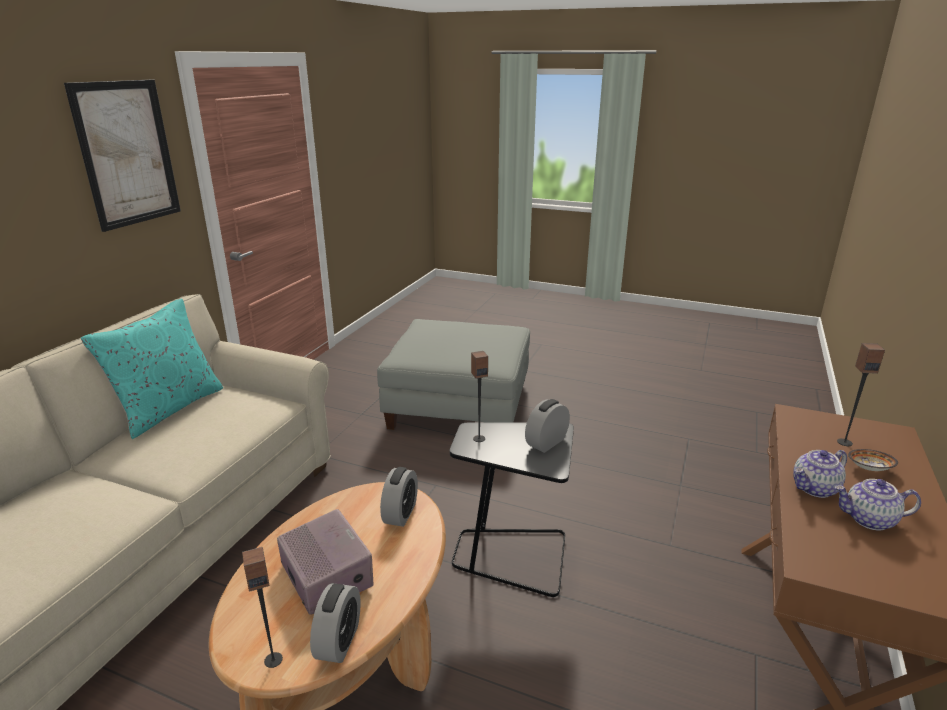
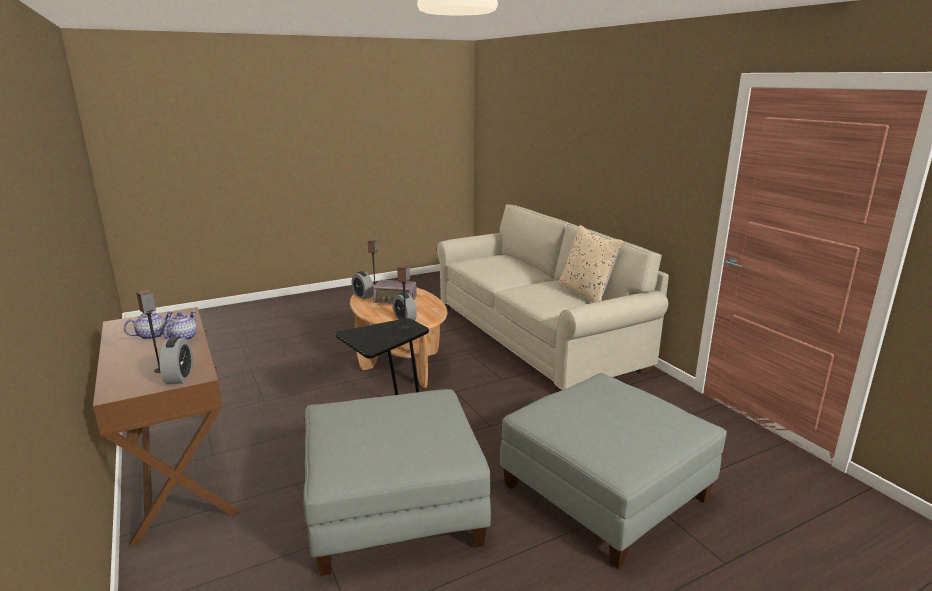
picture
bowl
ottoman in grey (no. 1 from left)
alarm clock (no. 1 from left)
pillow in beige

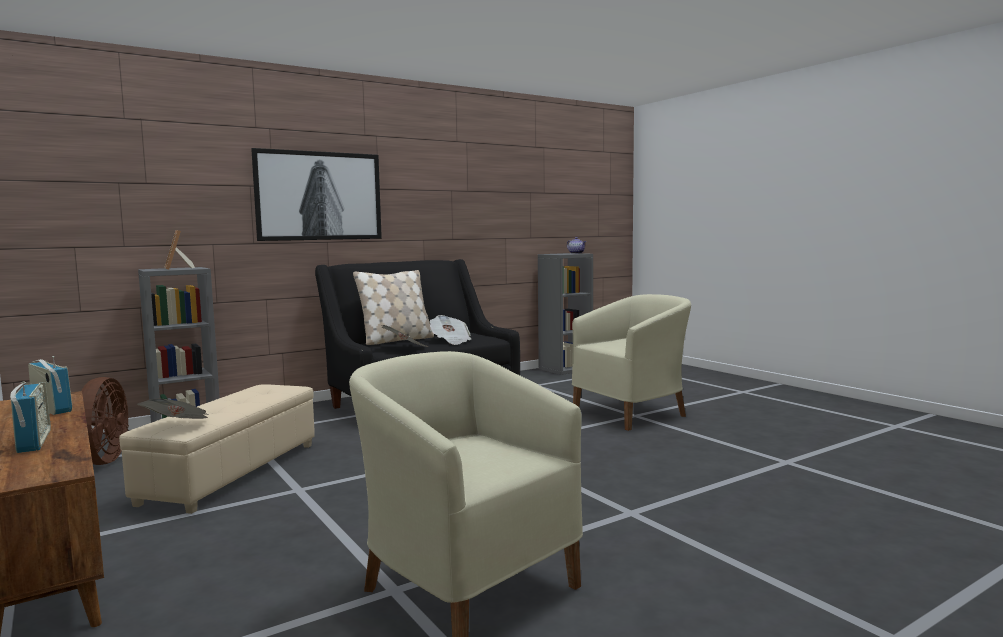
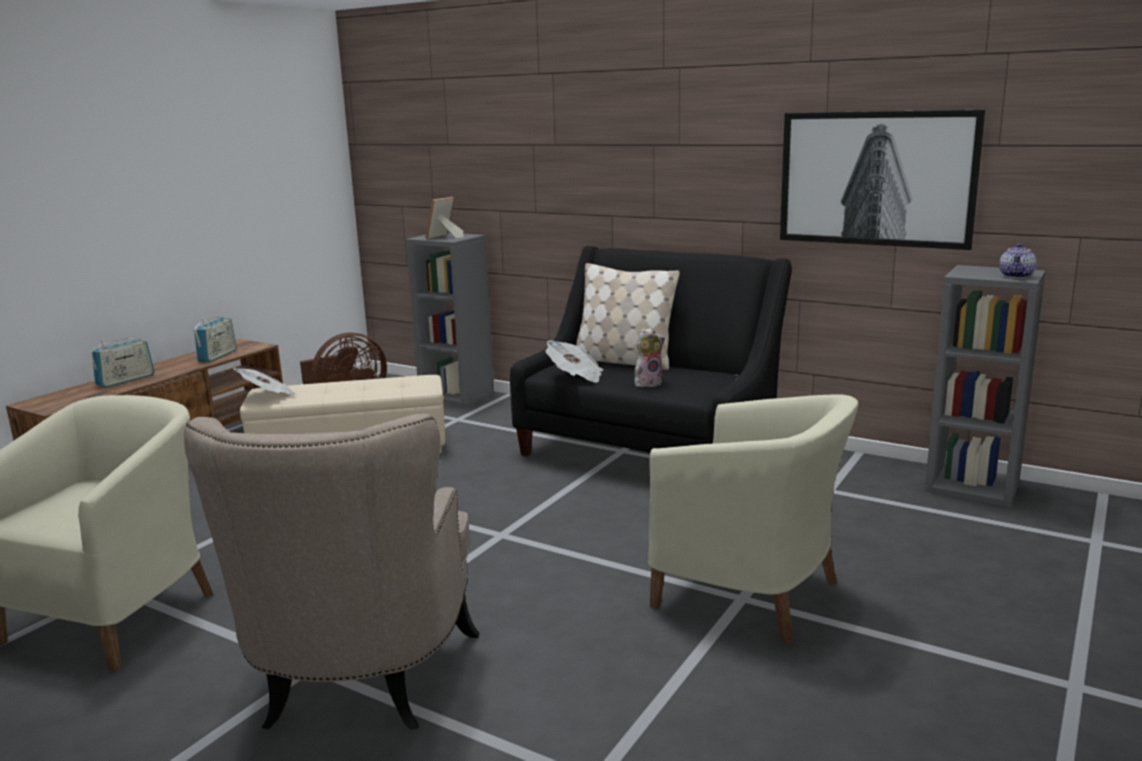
armchair in beige (no. 2 from left)
picture
plush toy

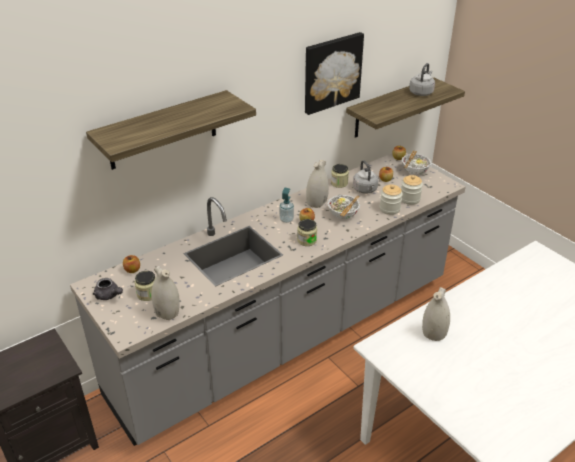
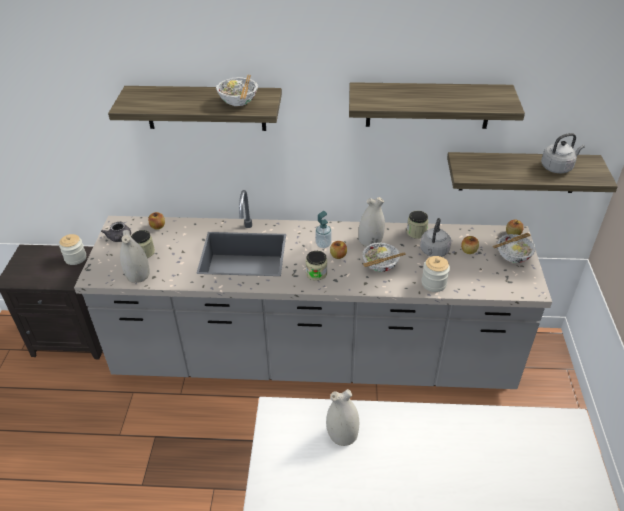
bowl (no. 1 from left)
jar (no. 1 from left)
shelf (no. 2 from left)

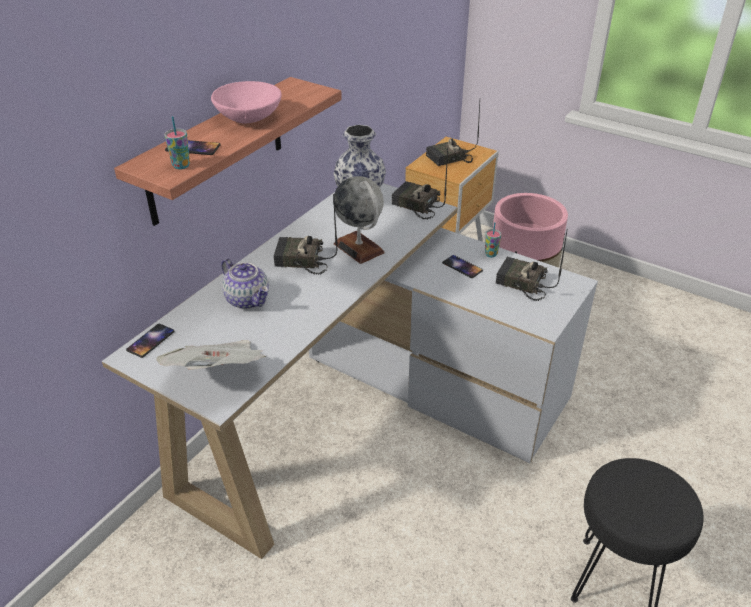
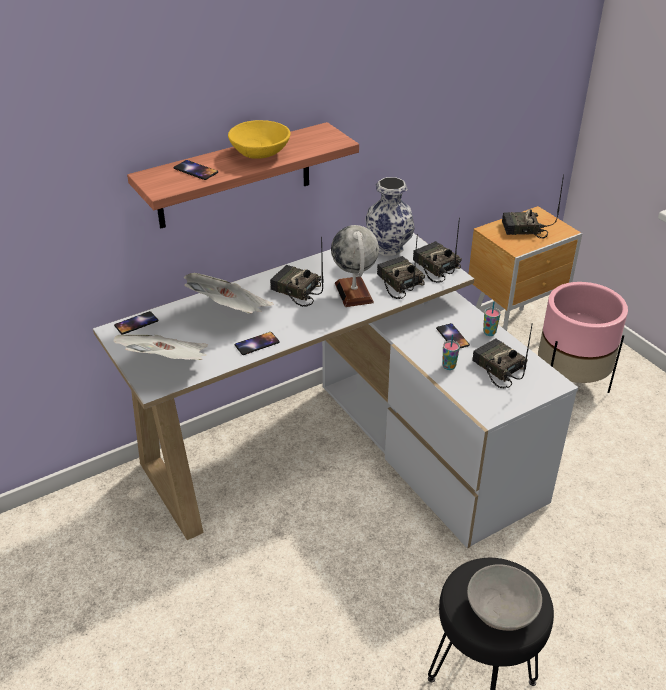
phone (no. 3 from left)
radio (no. 2 from left)
bowl in grey
cup (no. 1 from left)
newspaper (no. 2 from left)
bowl in yellow

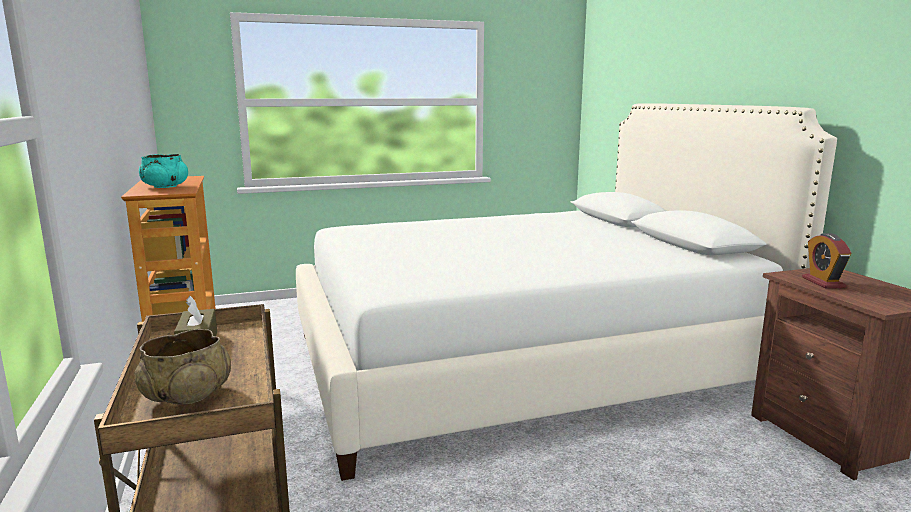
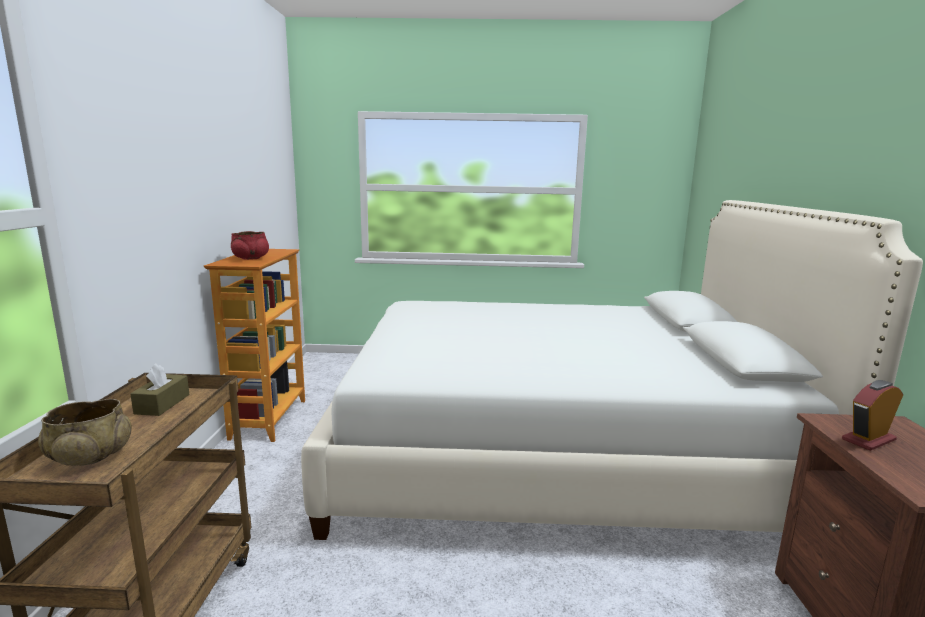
bowl in red
alarm clock

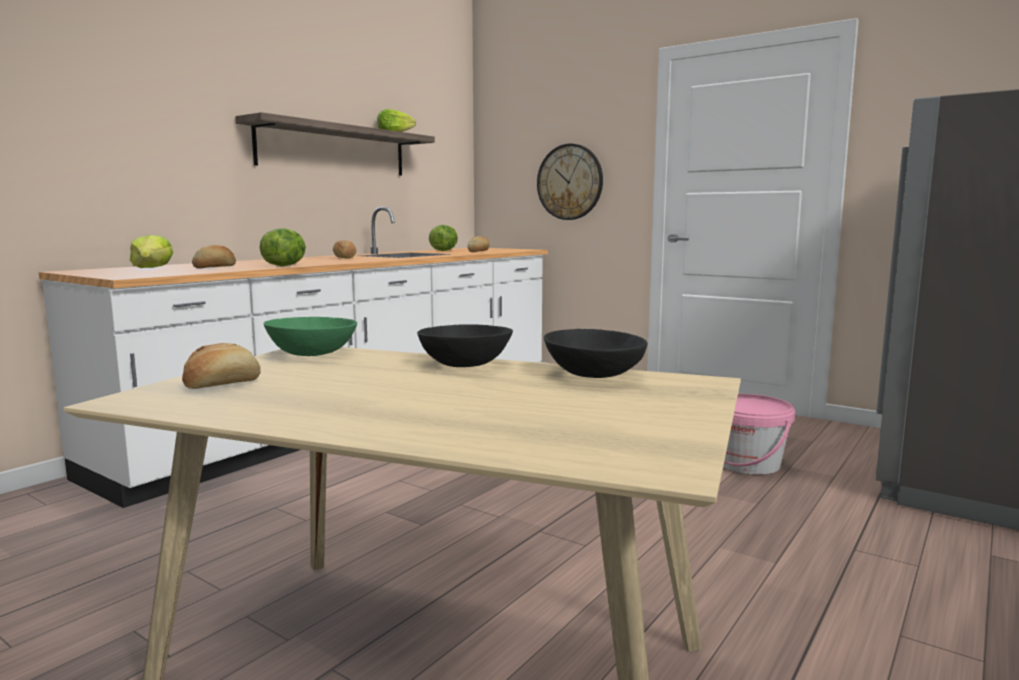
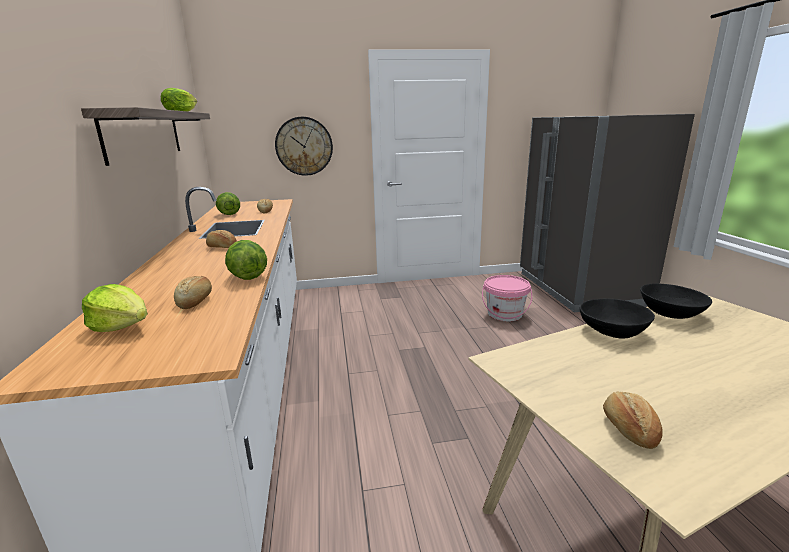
bowl in green

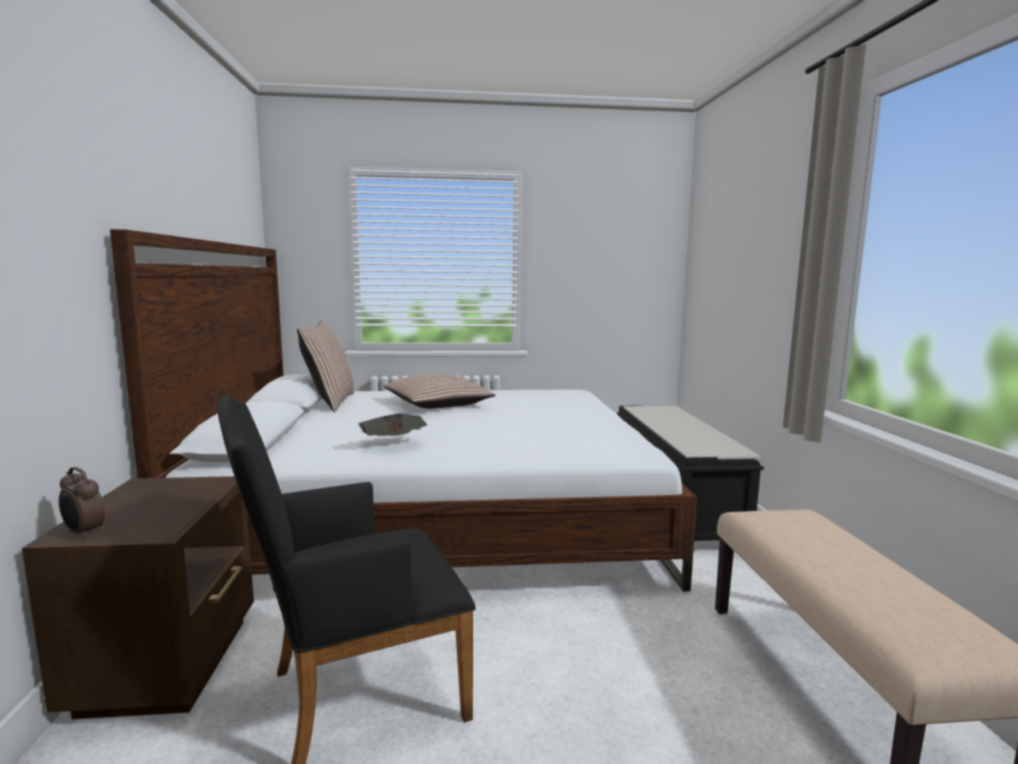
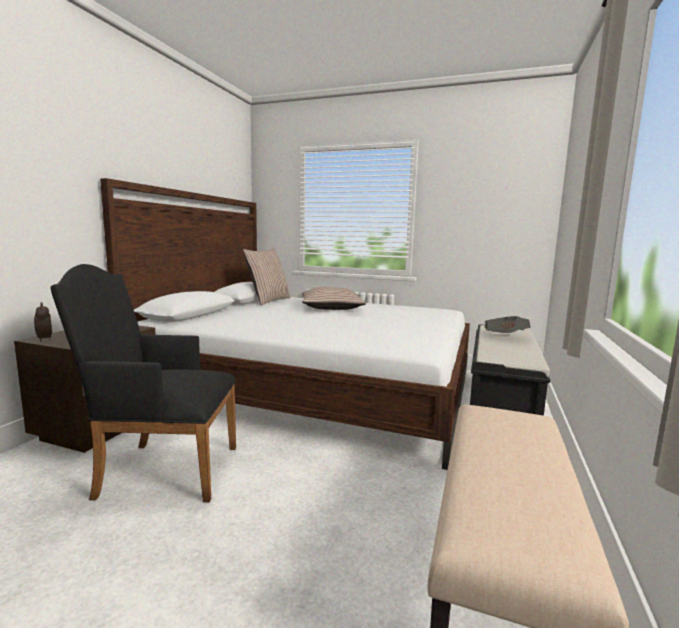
newspaper

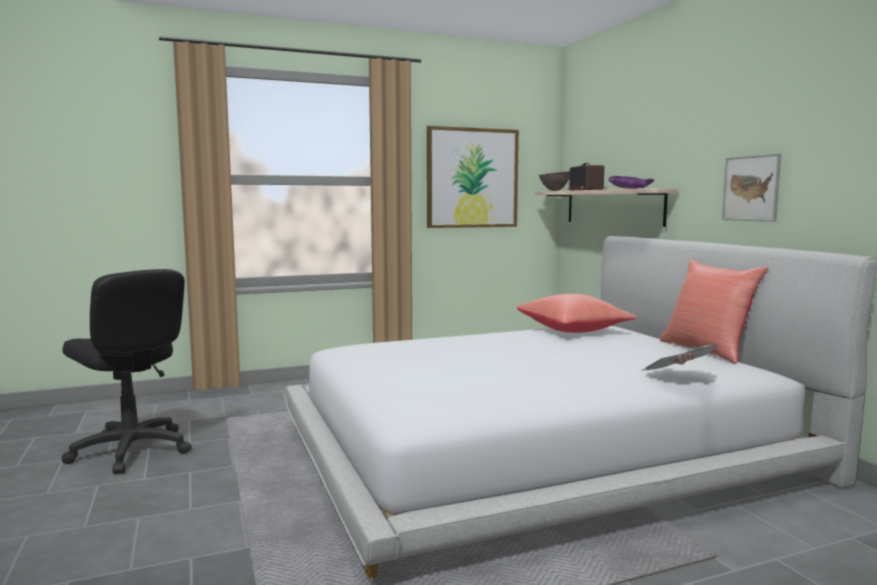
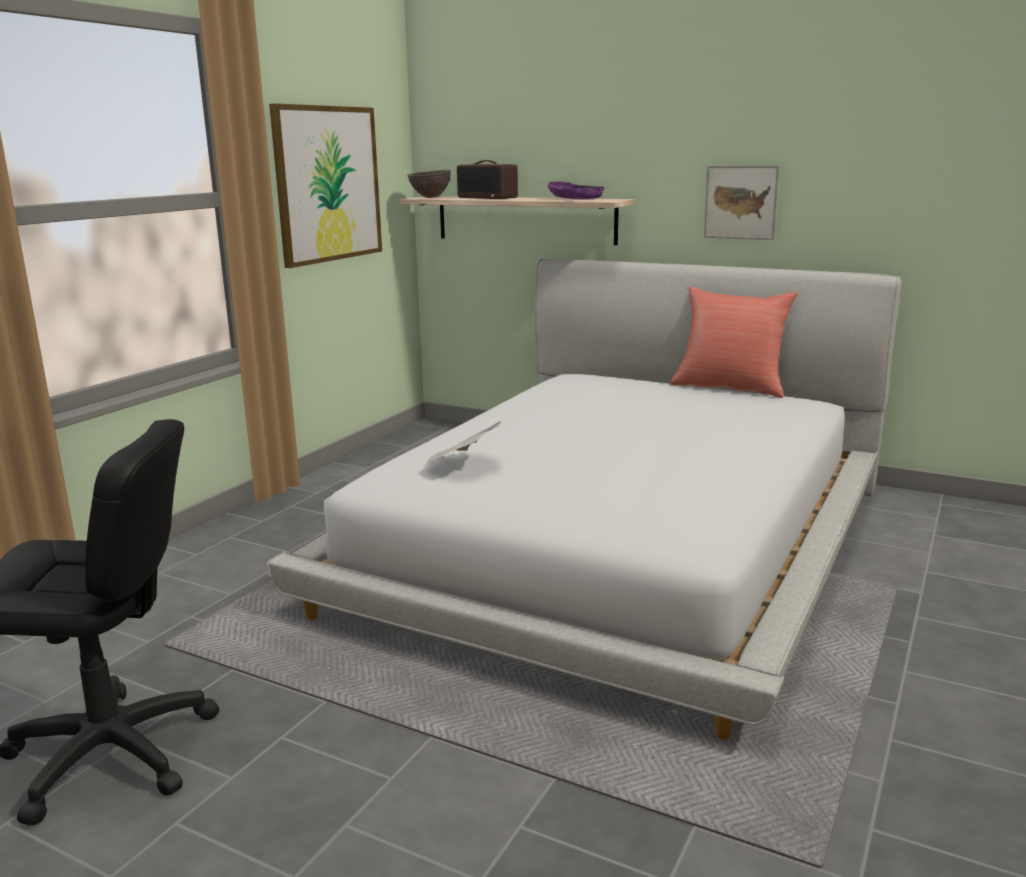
pillow in red (no. 1 from left in the first image)
newspaper

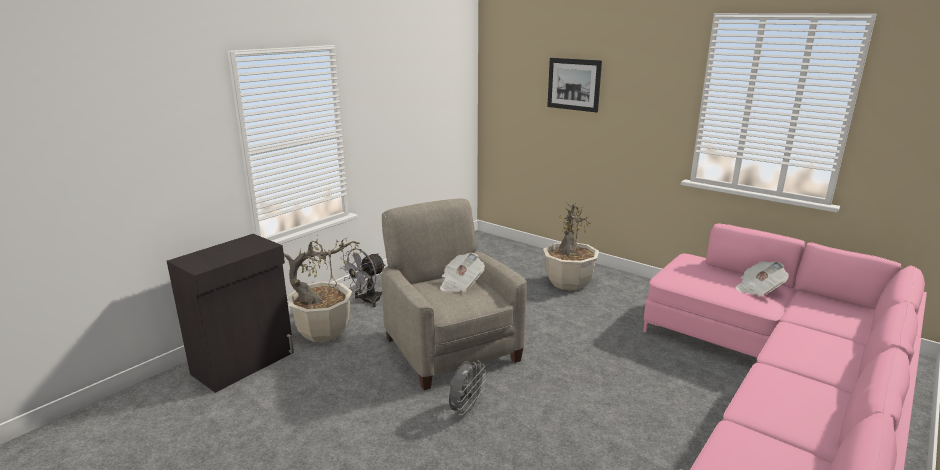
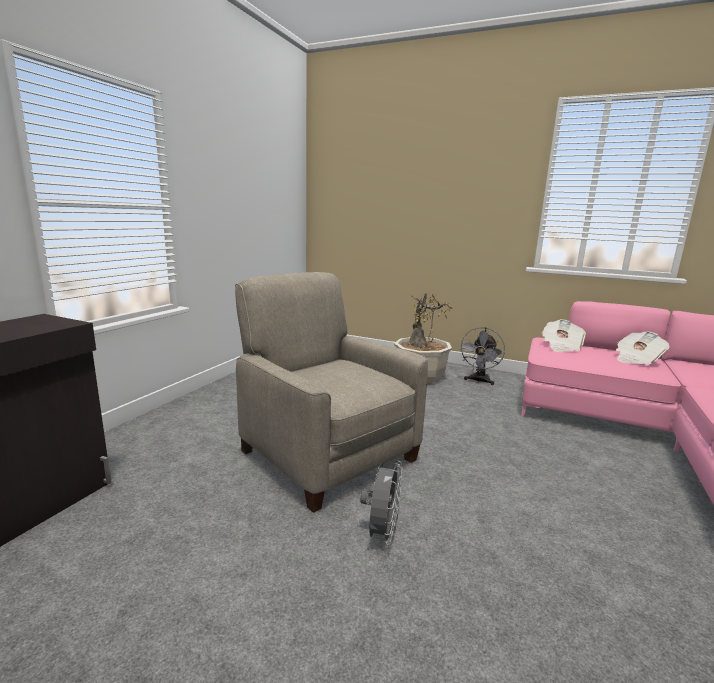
potted plant (no. 1 from left in the first image)
picture
fan in grey (no. 2 from left)
newspaper (no. 1 from left)

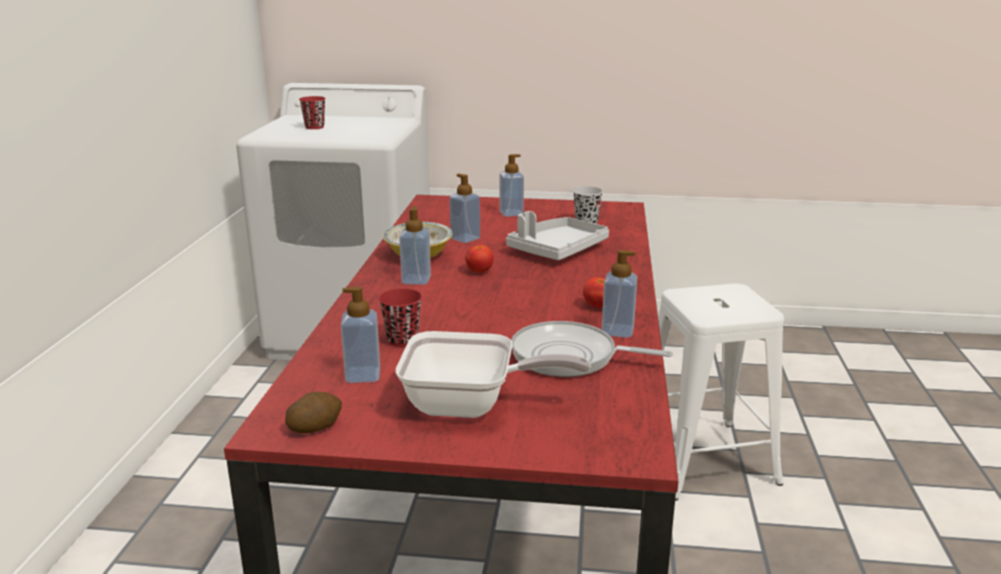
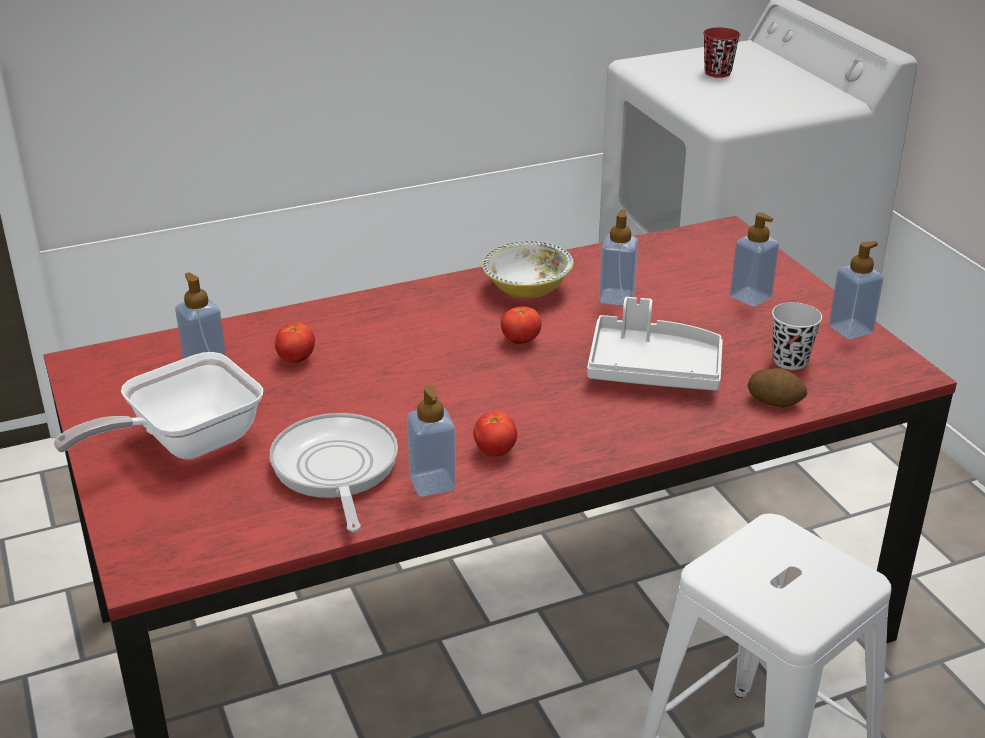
potato
soap dispenser (no. 5 from left)
tomato (no. 1 from left)
frying pan (no. 1 from left)

